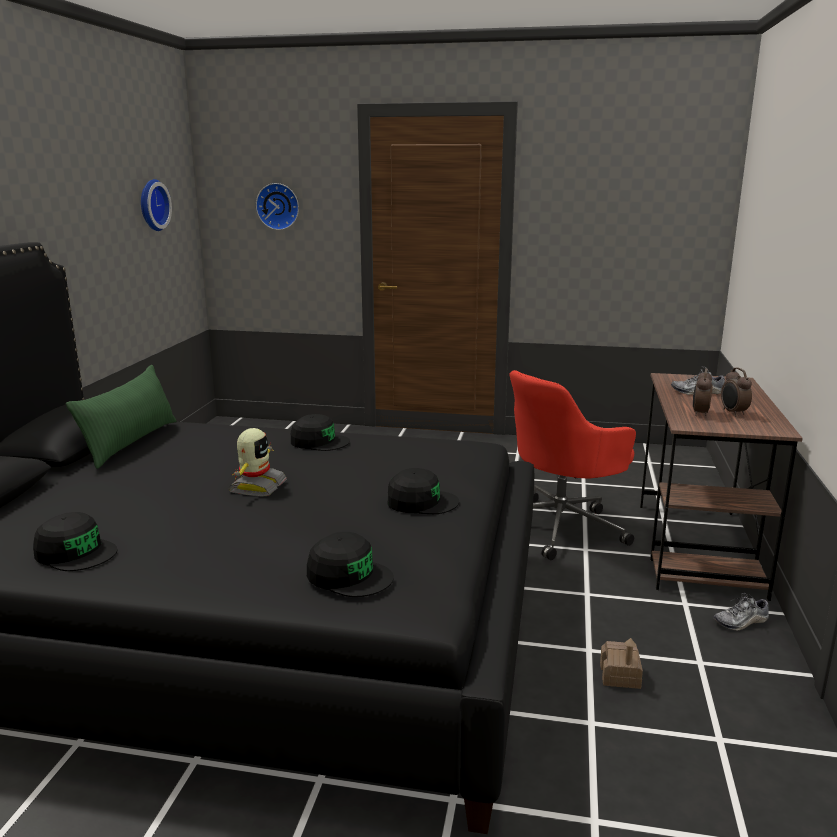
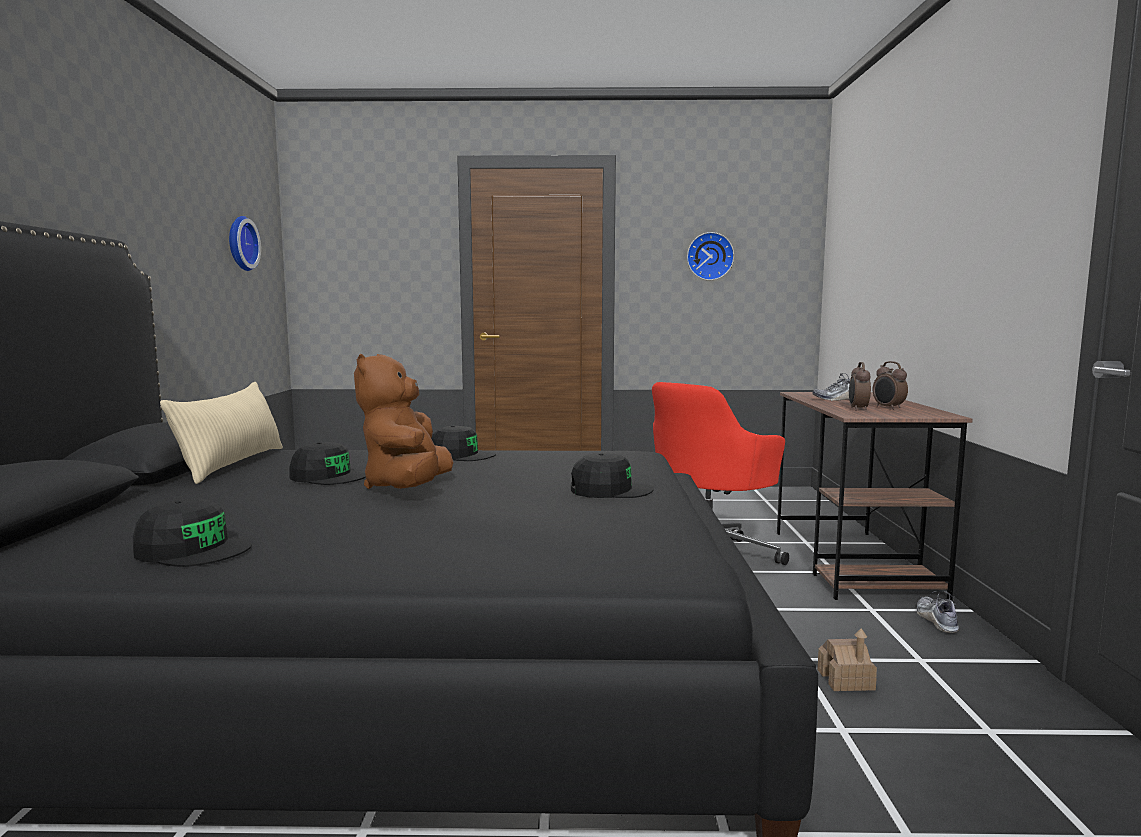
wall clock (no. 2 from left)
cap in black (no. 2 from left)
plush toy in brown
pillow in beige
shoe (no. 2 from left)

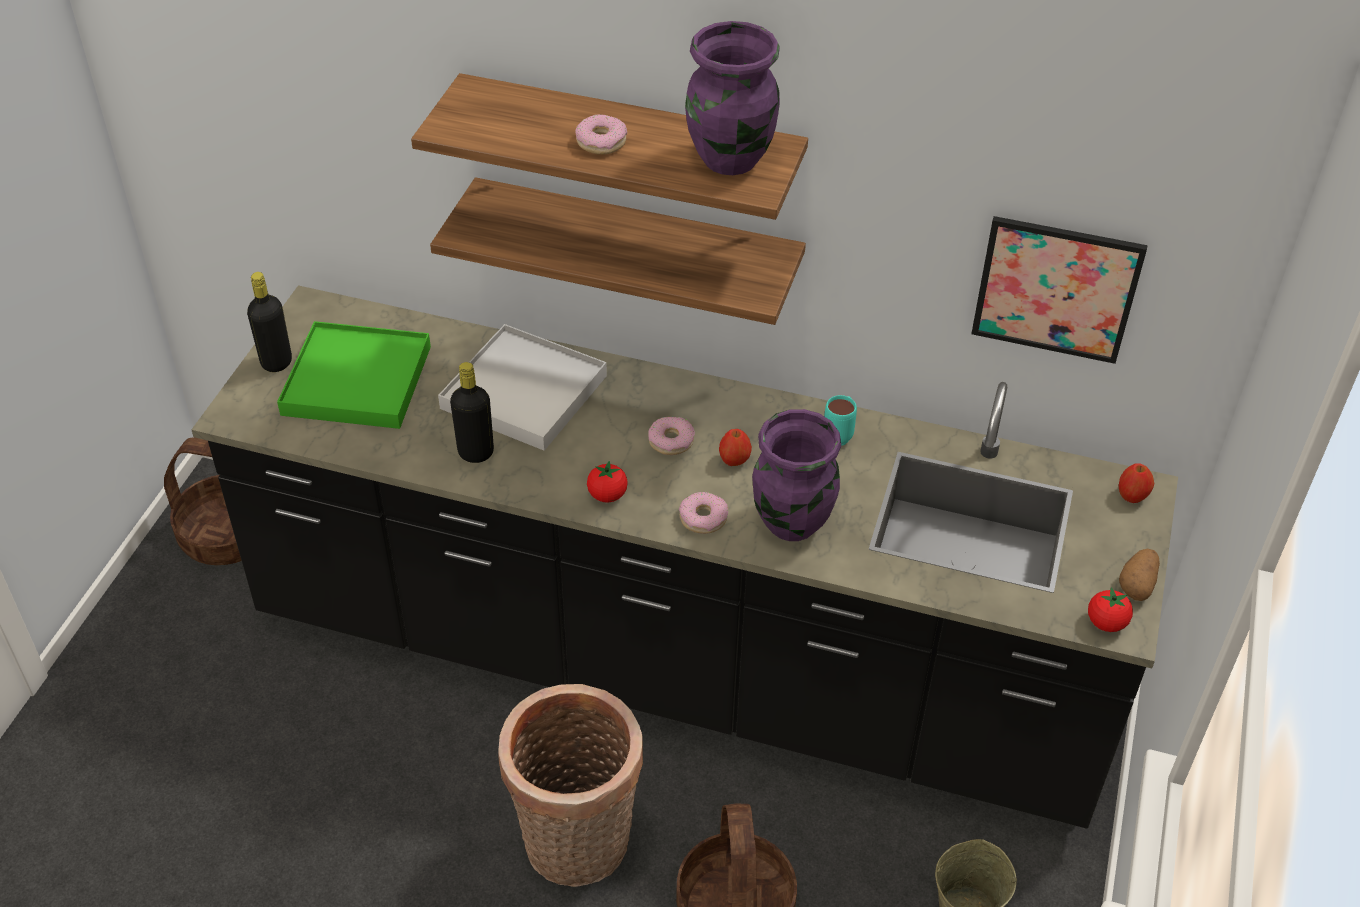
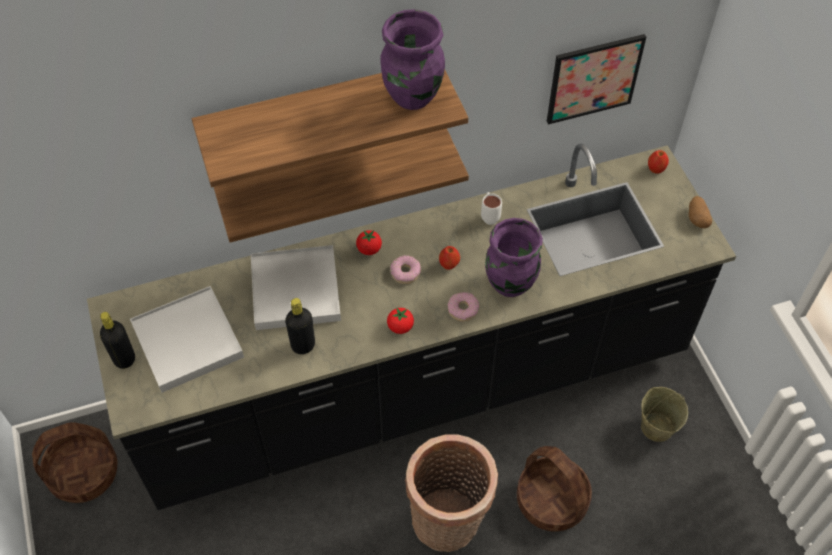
donut (no. 1 from left in the first image)
tomato (no. 1 from left)
tray in white (no. 1 from left)
mug in white

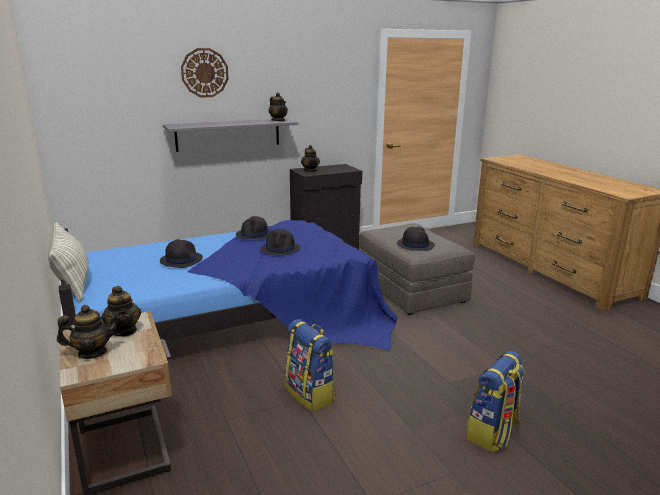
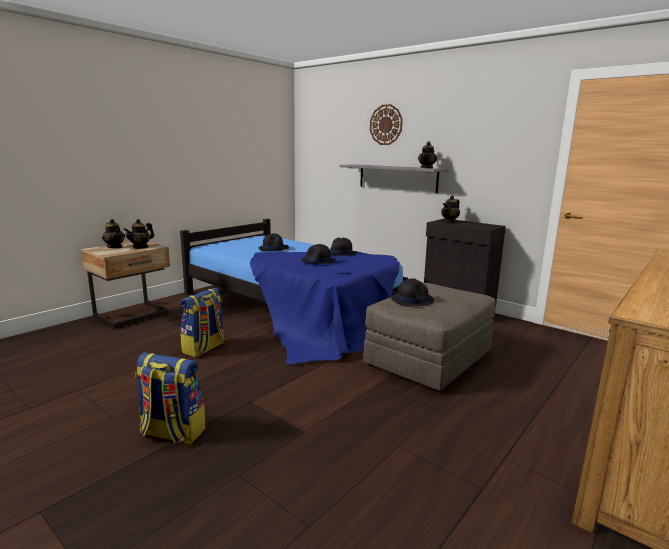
pillow

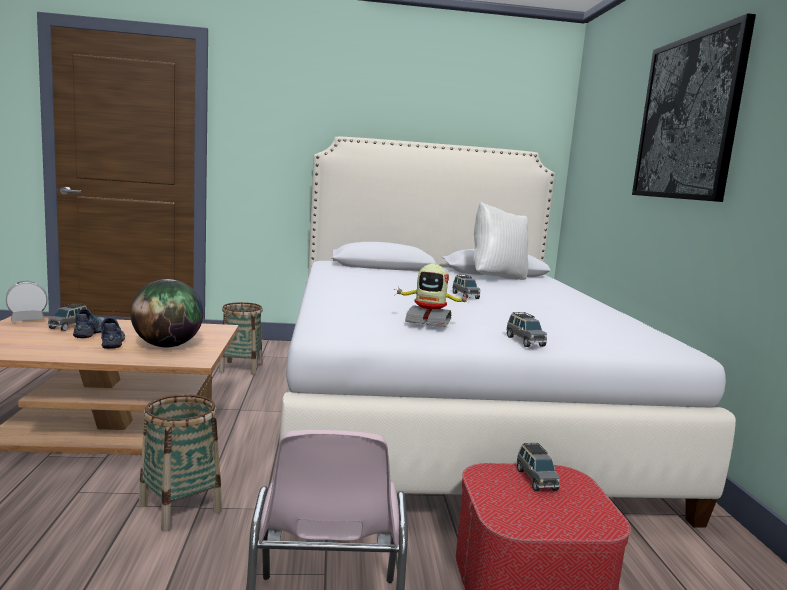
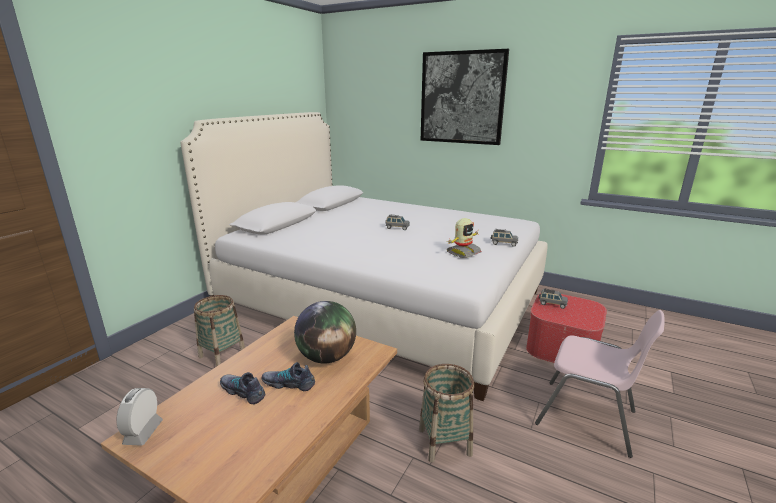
toy car in grey (no. 1 from left in the first image)
pillow in white

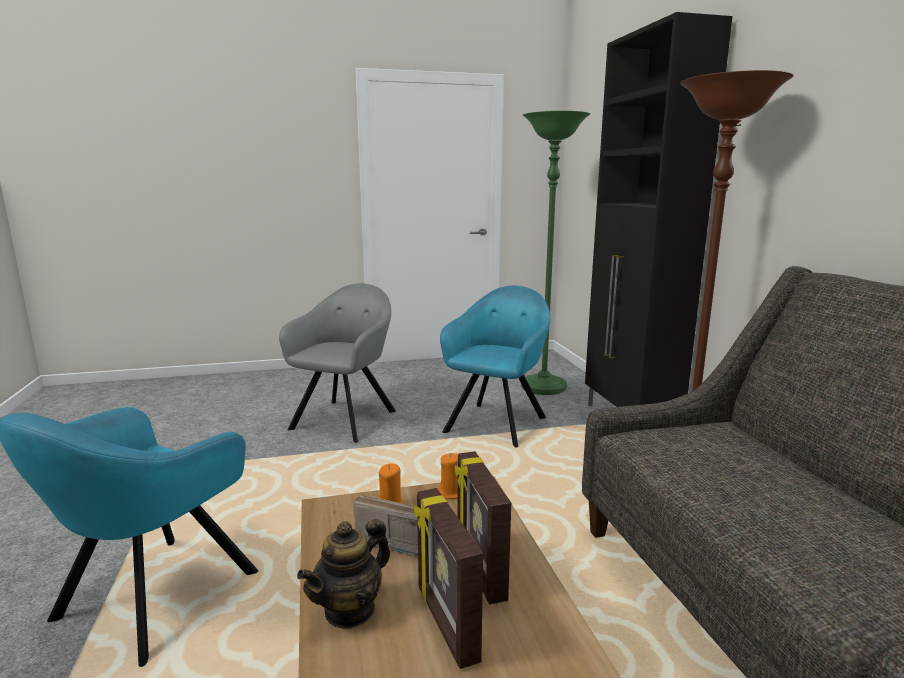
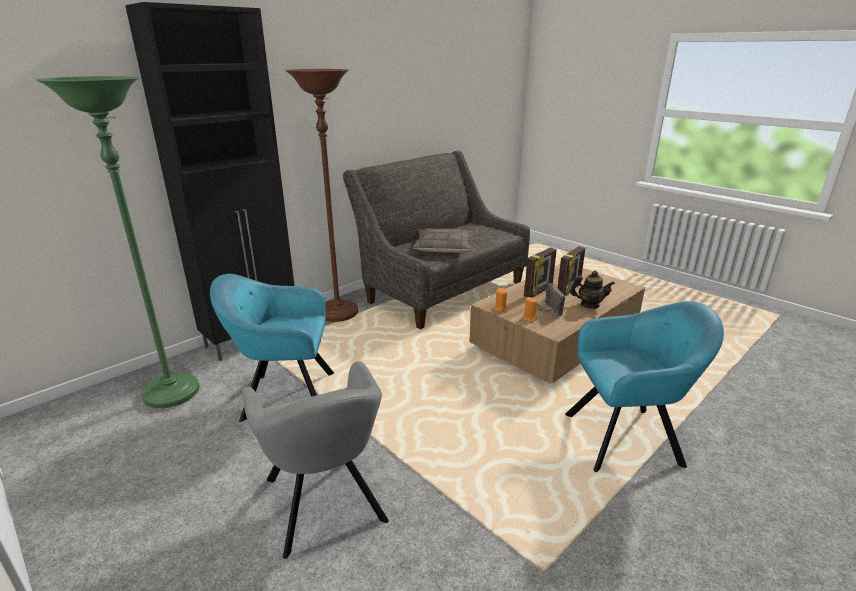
pillow
armchair in grey

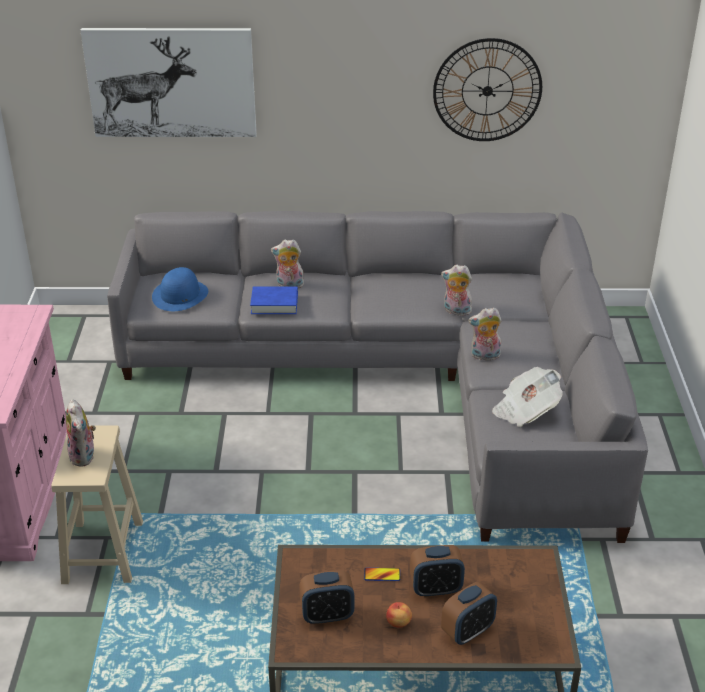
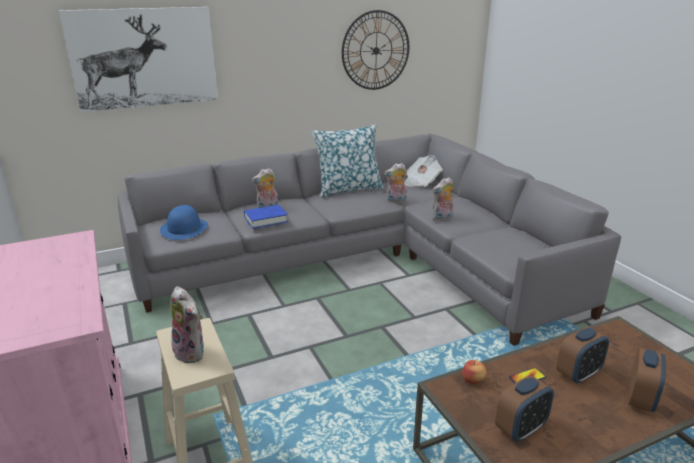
pillow
apple
newspaper

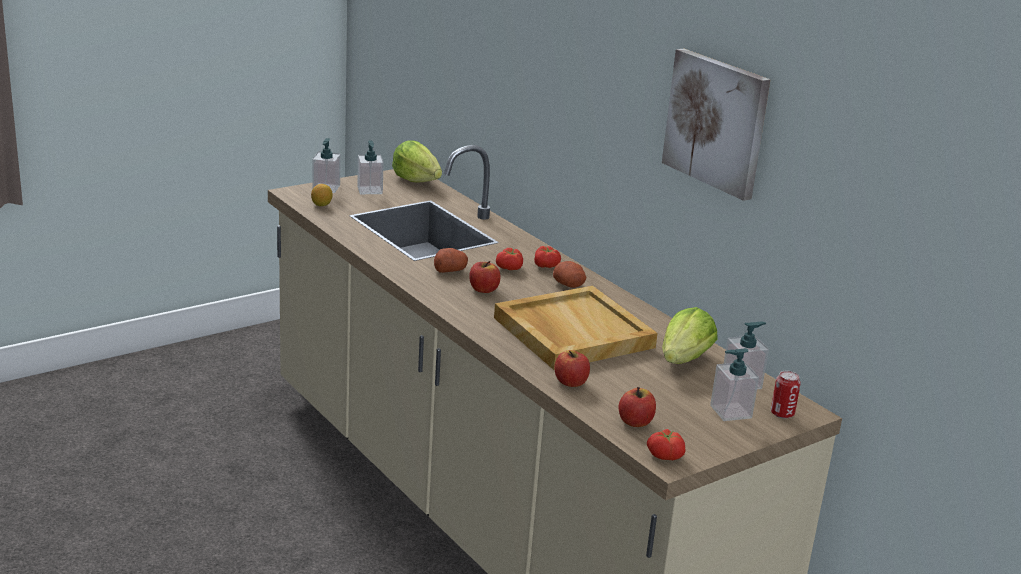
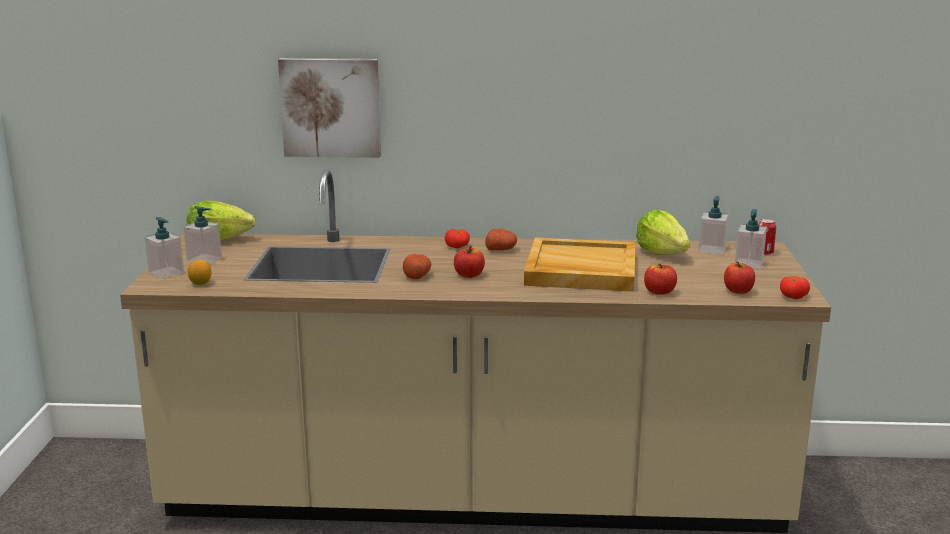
tomato (no. 1 from left in the first image)
picture

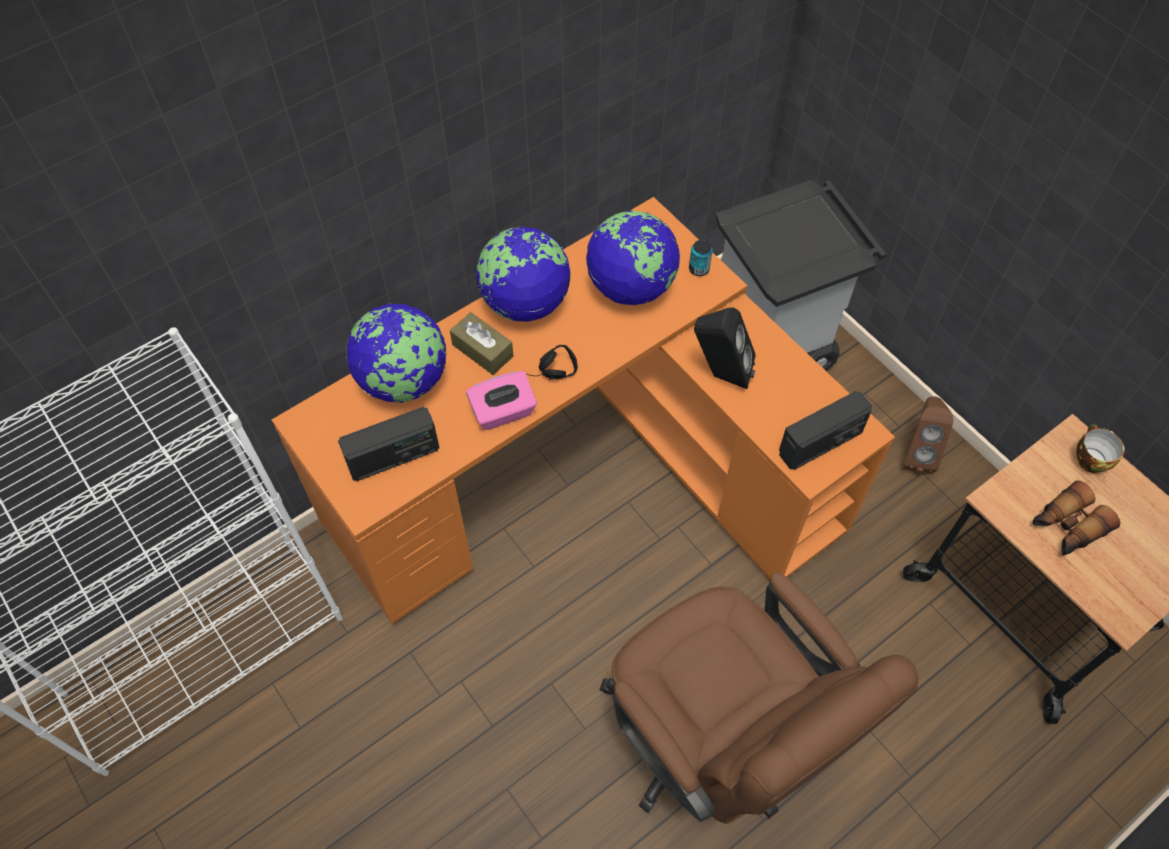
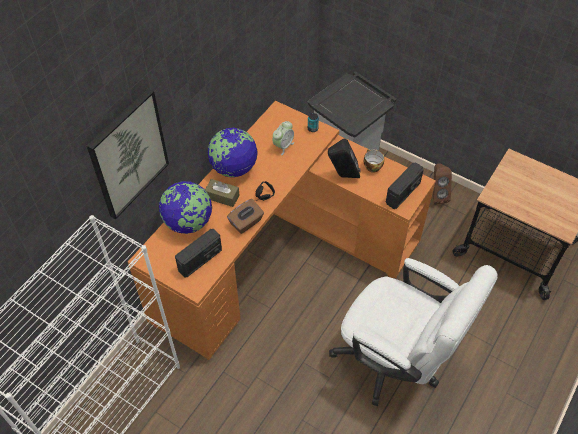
binoculars
picture
cup
alarm clock
tissue box in brown (no. 2 from left)
office chair in white

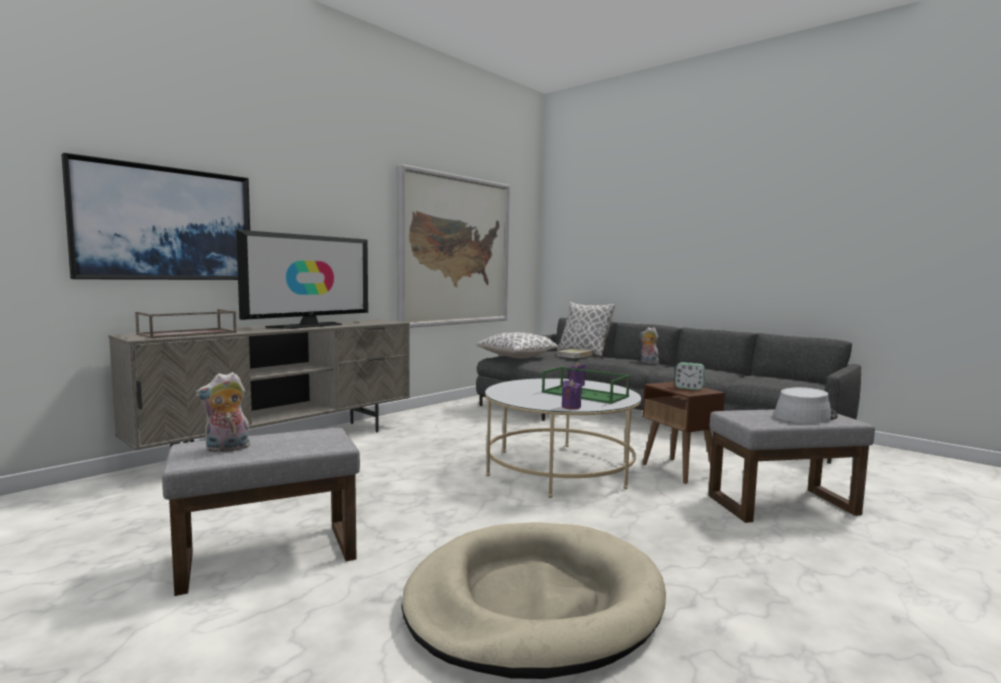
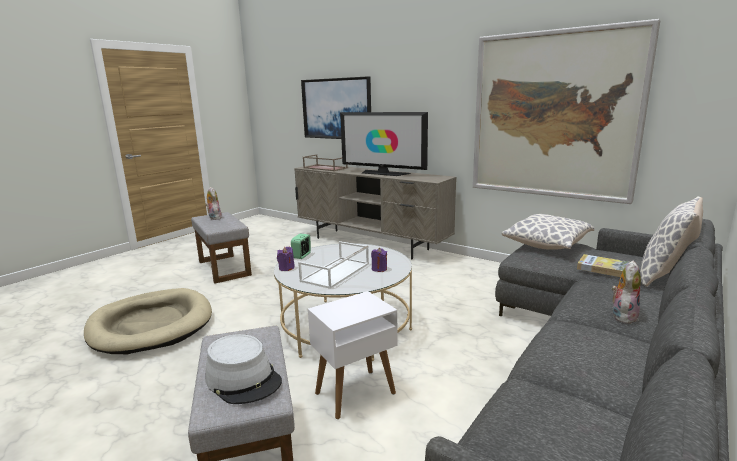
alarm clock
tray in white
side table in white

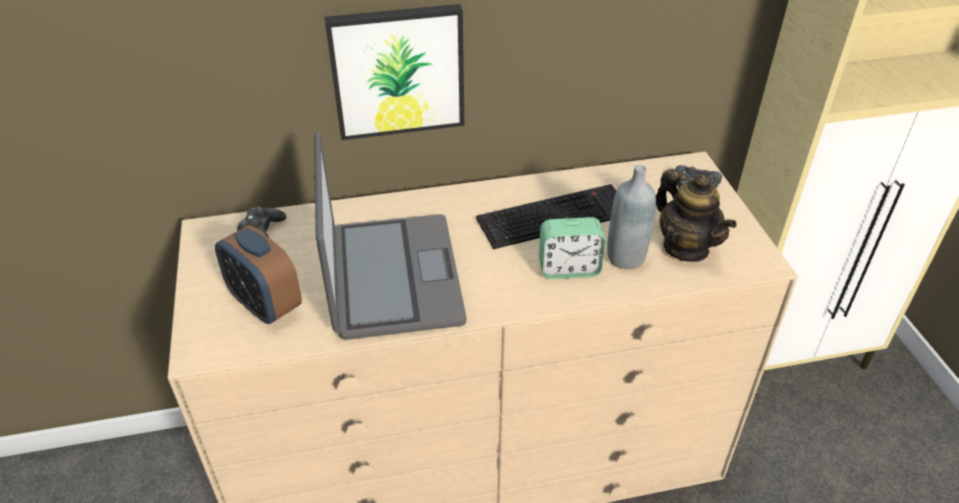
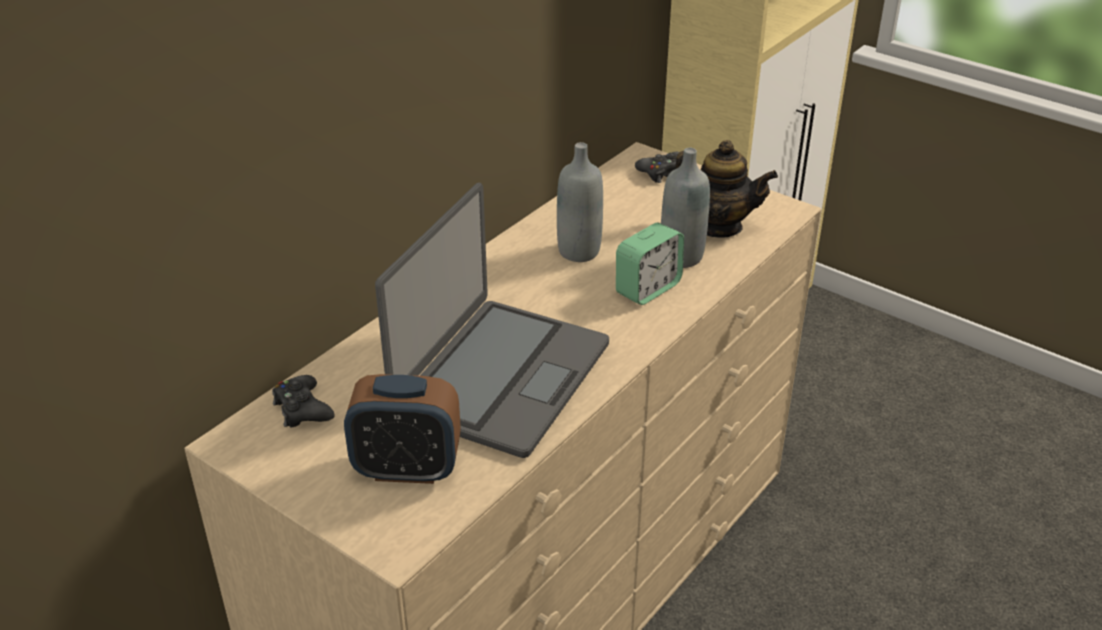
picture
bottle in grey (no. 1 from left)
laptop

